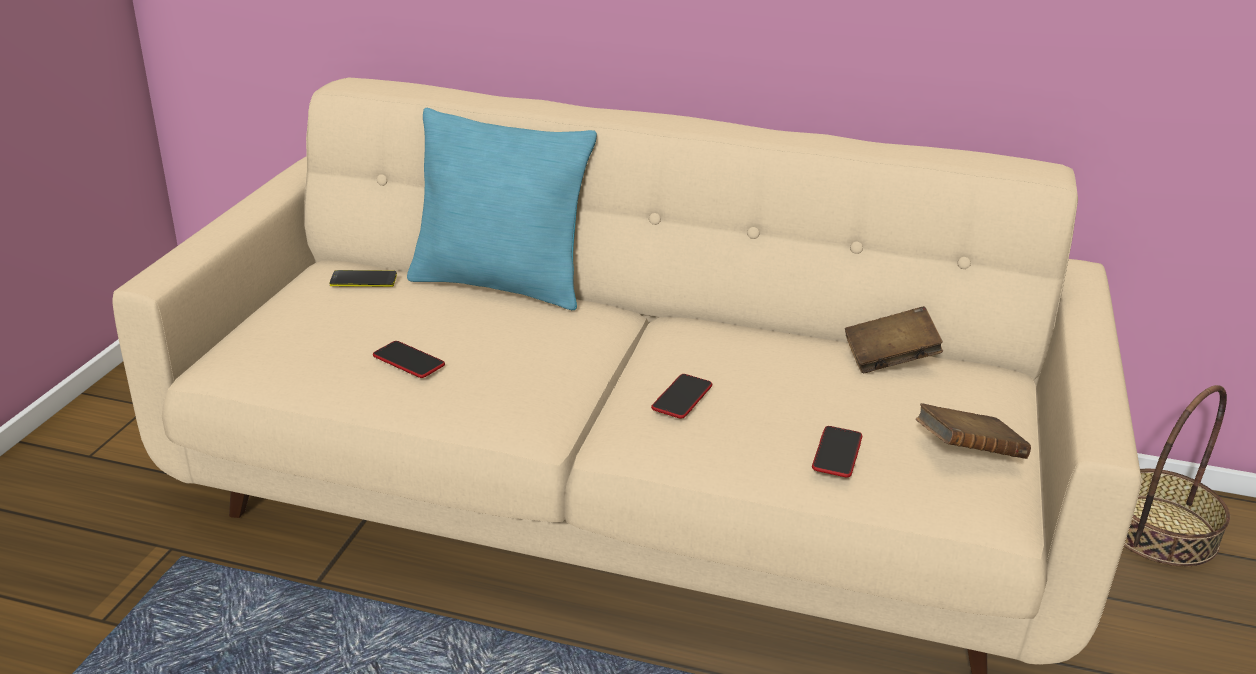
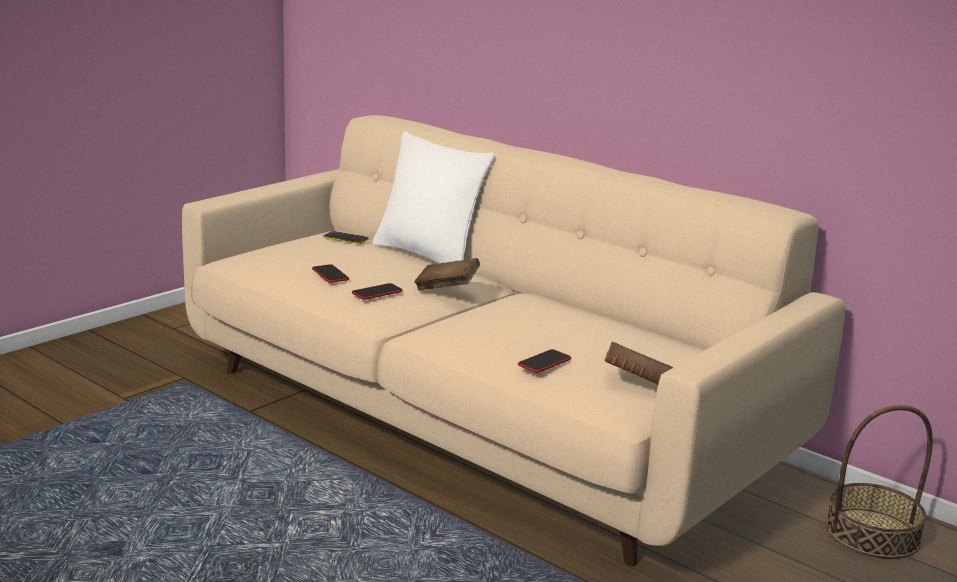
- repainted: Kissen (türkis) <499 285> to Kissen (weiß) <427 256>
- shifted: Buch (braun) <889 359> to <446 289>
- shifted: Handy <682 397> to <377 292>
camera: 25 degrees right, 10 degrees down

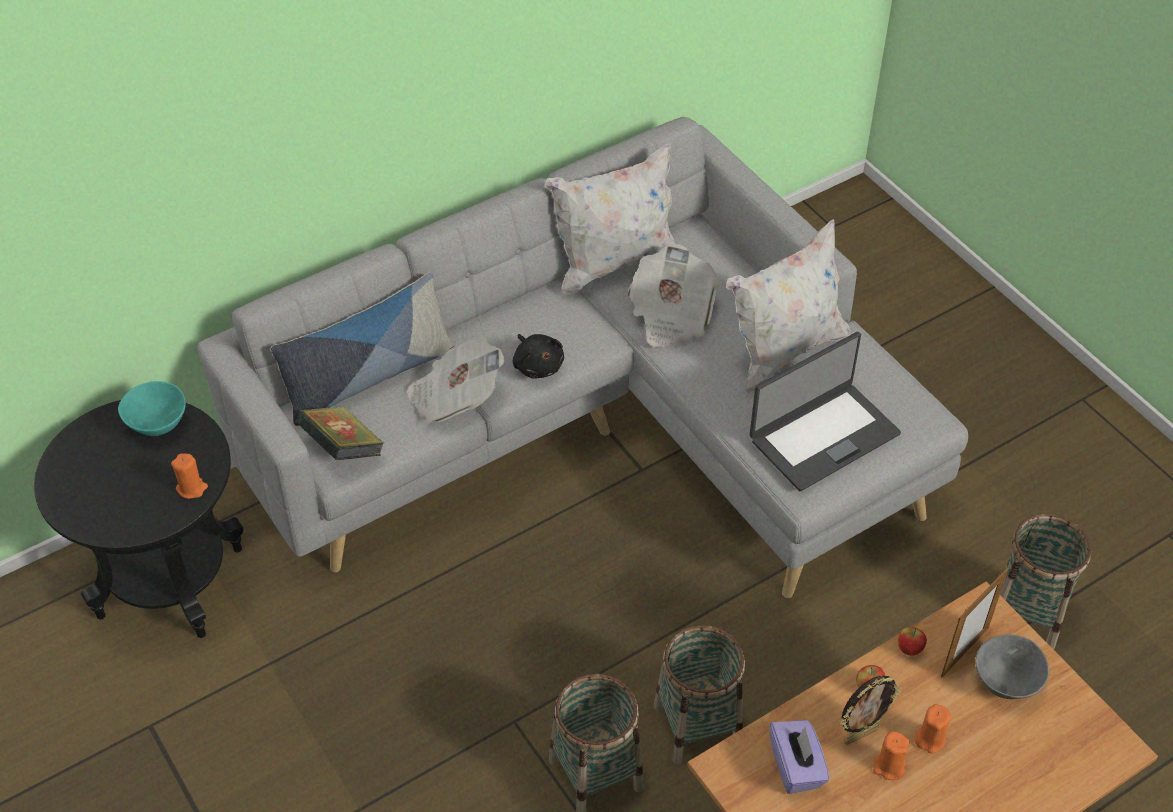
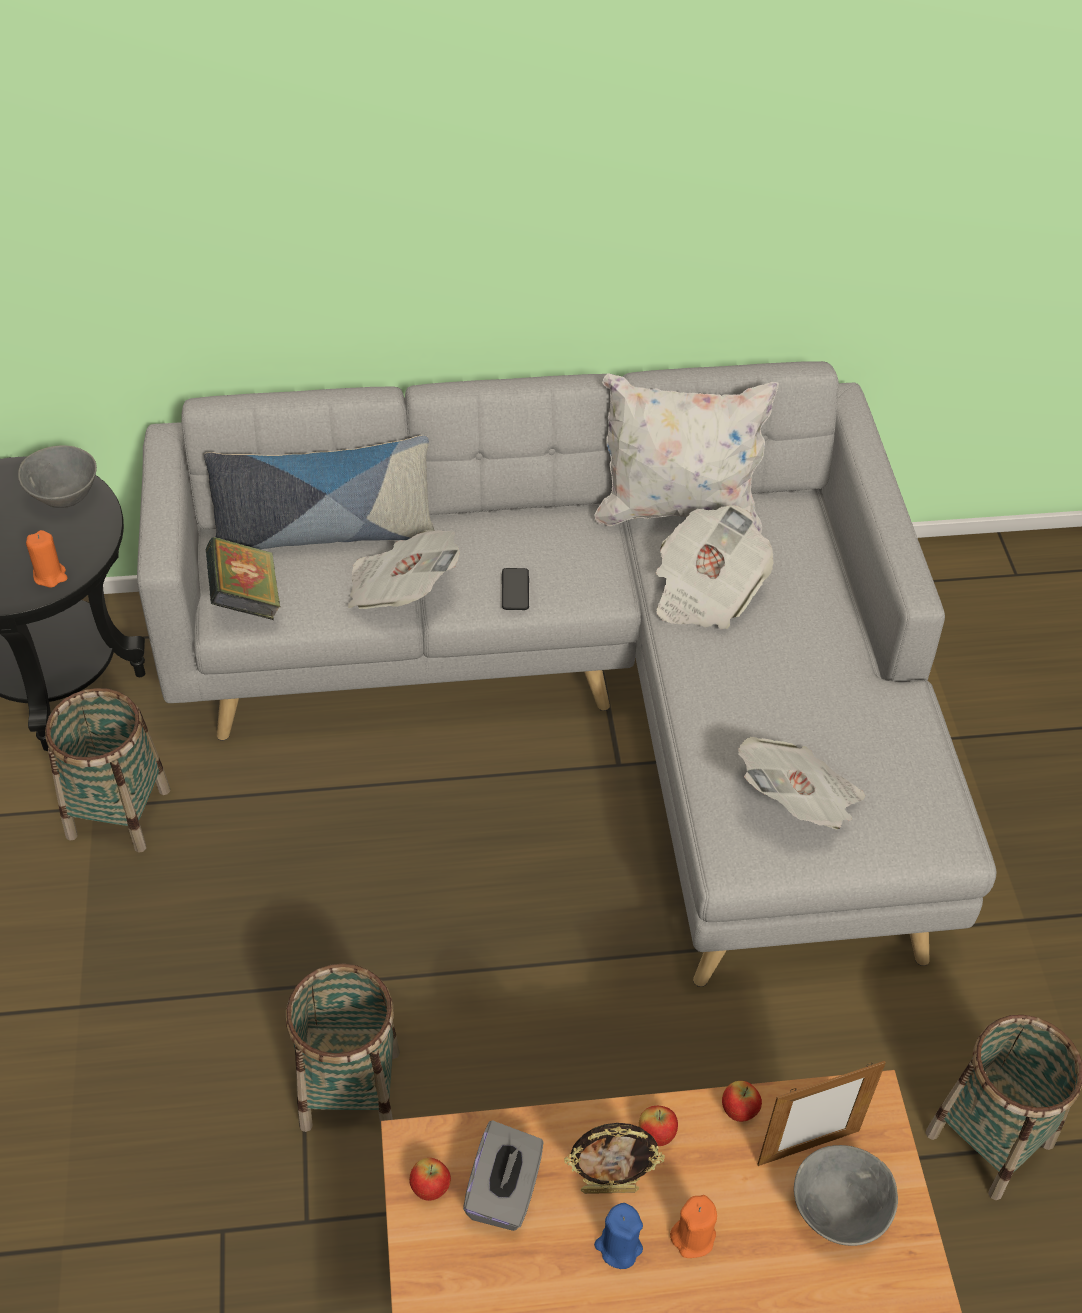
- gone: Kissen (weiß) <784 351>
- swapped: Laptop <823 436> to Zeitung <798 802>
- swapped: Plüschtier (schwarz) <538 365> to Handy <515 590>
- repainted: Schüssel (türkis) <158 426> to Schüssel (grau) <63 498>
- shifted: Korb <697 725> to <119 812>
- repainted: Taschentuchbox (lila) <796 767> to Taschentuchbox (grau) <504 1191>
- repainted: Kerze (orange) <888 766> to Kerze (blau) <618 1247>
- new: Apfel <430 1188>
camera: 25 degrees right, 0 degrees up

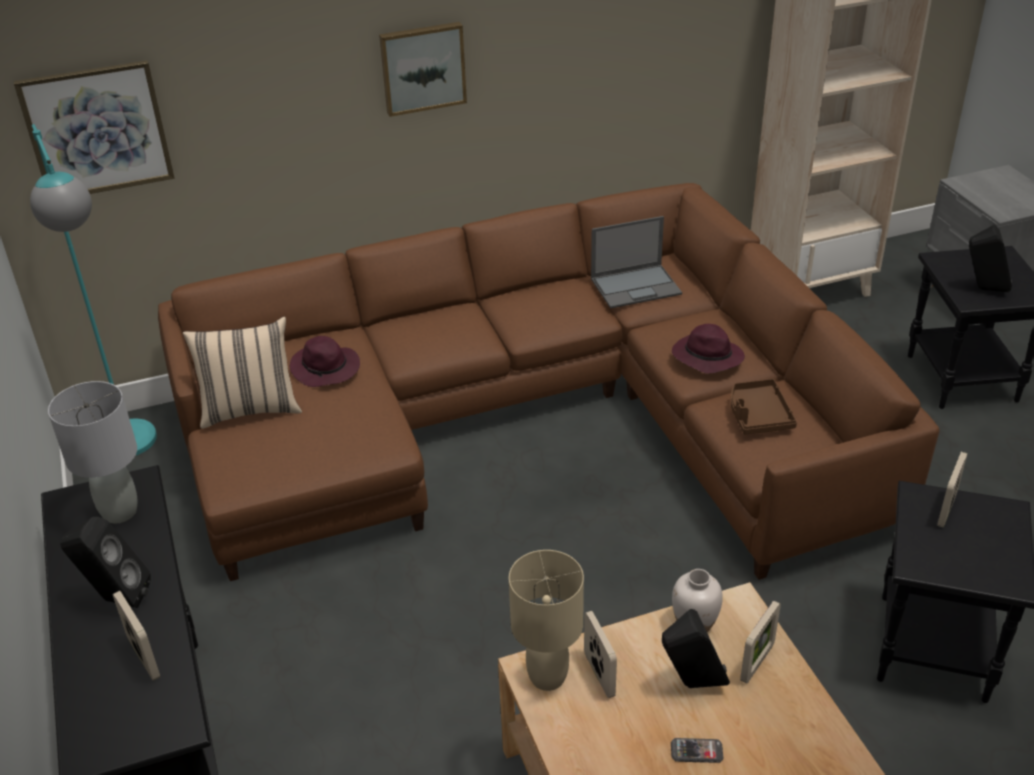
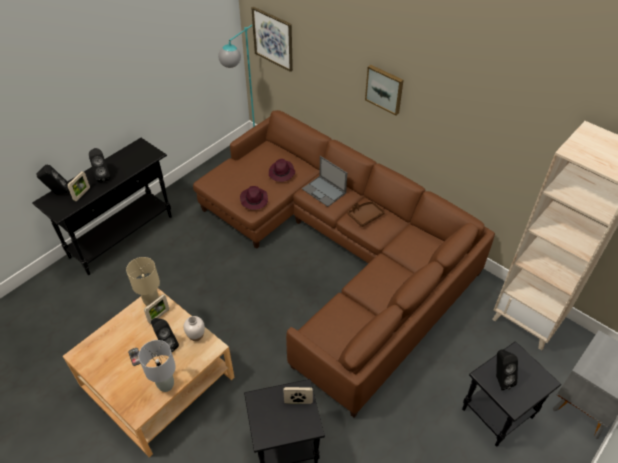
- shifted: Laptop <636 286> to <324 191>
- gone: Kissen (beige) <250 409>
- shifted: Hut (lila) <706 357> to <254 200>
- shifted: Tablett (braun) <758 415> to <365 216>
- shifted: Tischlampe (grau) <120 511> to <166 385>
- gone: Bilderrahmen <757 663>
- new: Lautsprecher (schwarz) <57 193>
camera: 60 degrees right, 10 degrees up

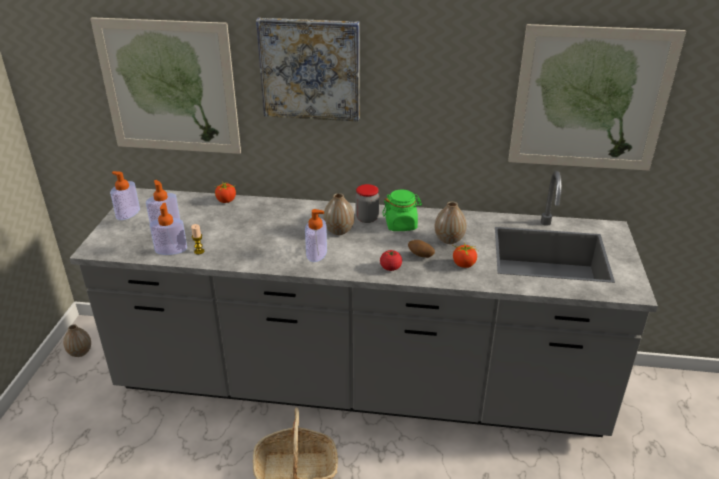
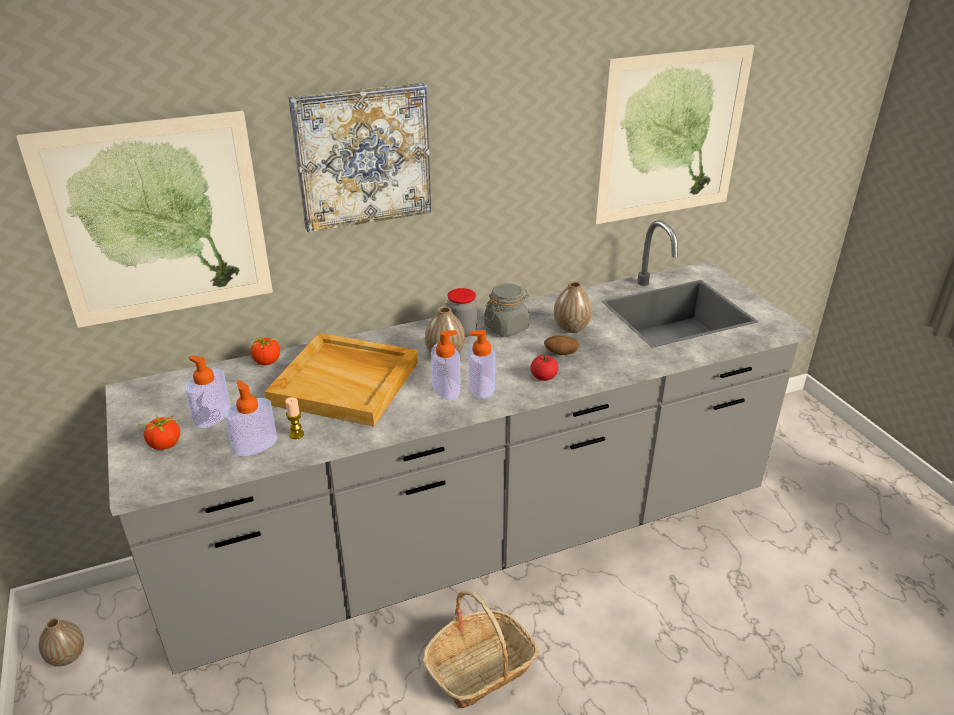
- shifted: Seifenspender <128 213> to <481 387>
- repainted: Vorratsglas (grün) <401 225> to Vorratsglas (grau) <506 327>
- shifted: Tomate <463 265> to <165 445>
- new: Tablett (beige) <346 382>
camera: 30 degrees left, 0 degrees up

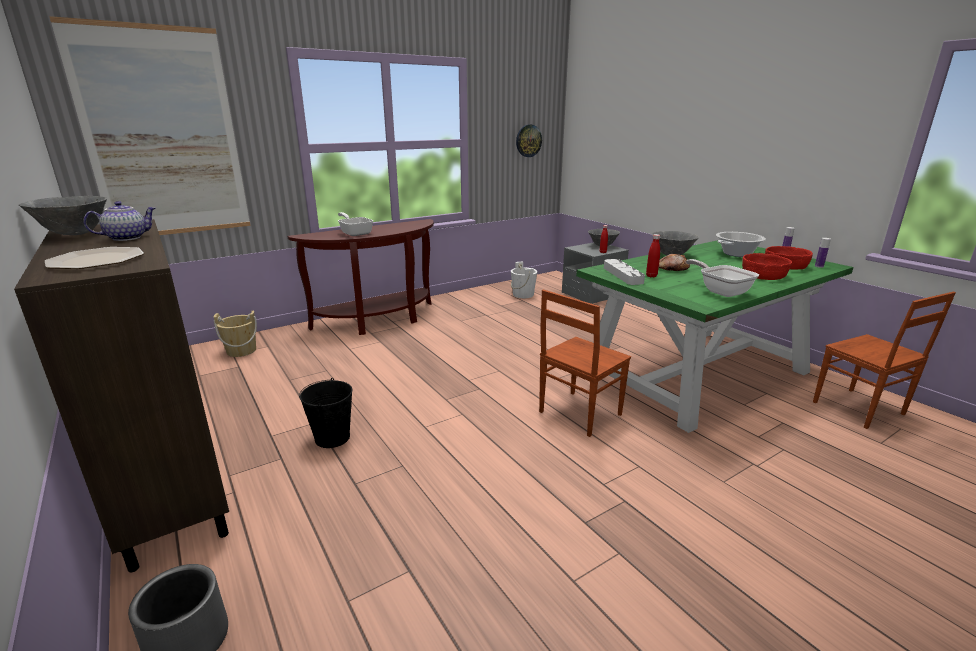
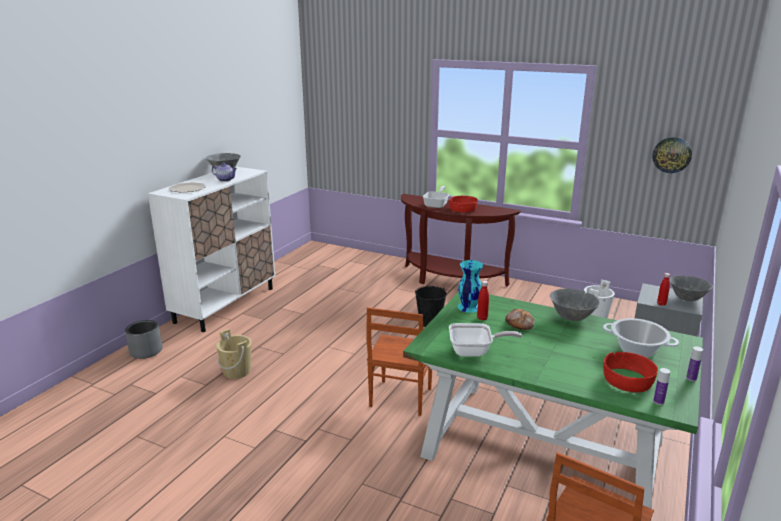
- gone: Bild <163 135>
- repainted: Schrank (braun) <171 486> to Schrank (weiß) <225 304>
- shifted: Schüssel (rot) <763 274> to <463 209>
- swapped: Tablett (grau) <622 275> to Vase (türkis) <468 307>
- rotated: Pfanne <721 291> = <475 351> 60 degrees clockwise
- rotated: Stuhl (braun) <578 413> = <399 398> 90 degrees counterclockwise
- shifted: Eimer (beige) <241 351> to <237 371>
- shifted: Eimer (schwarz) <332 437> to <430 322>
camera: 60 degrees right, 0 degrees up

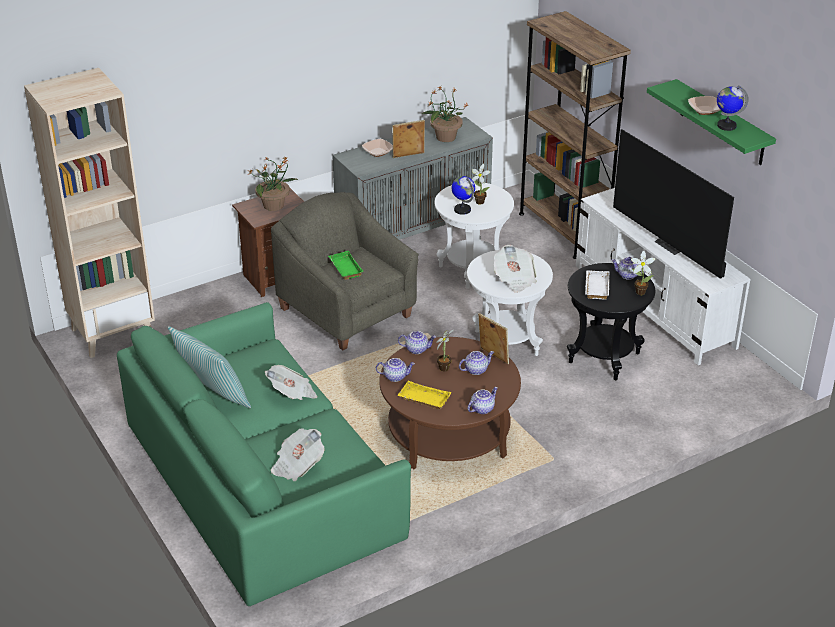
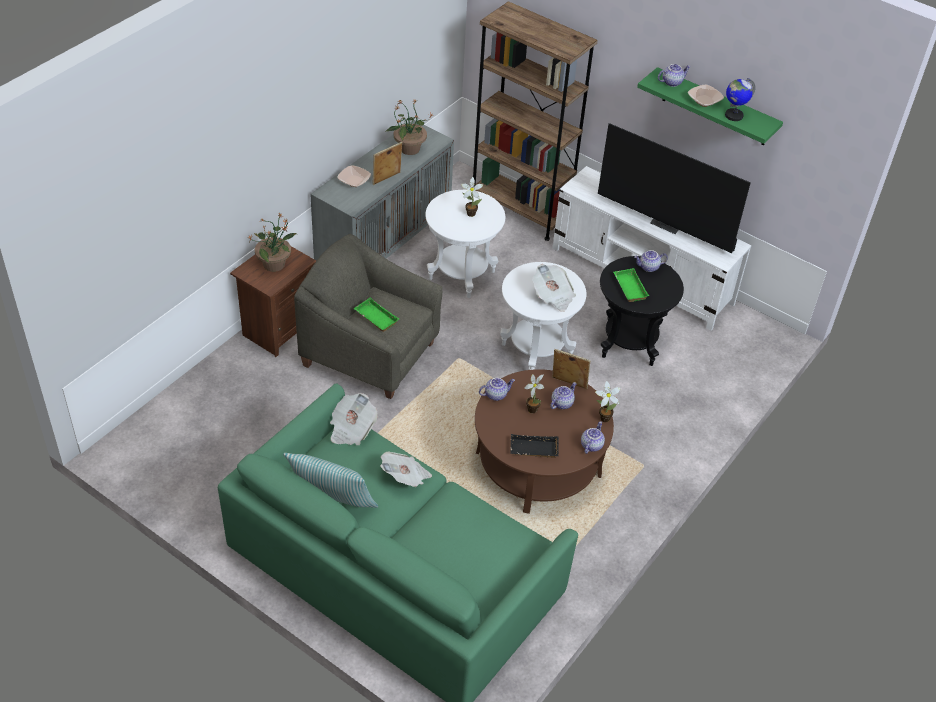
- gone: Bücherregal (beige) <113 332>
- gone: Globus <462 210>
- shifted: Topfpflanze <639 291> to <603 418>
- repainted: Tablett (weiß) <595 287> to Tablett (grün) <628 287>
- shifted: Teekanne <395 376> to <672 82>
- repainted: Tablett (gelb) <423 399> to Tablett (schwarz) <533 450>
- shifted: Zeitung <297 465> to <351 429>
camera: 25 degrees left, 10 degrees up

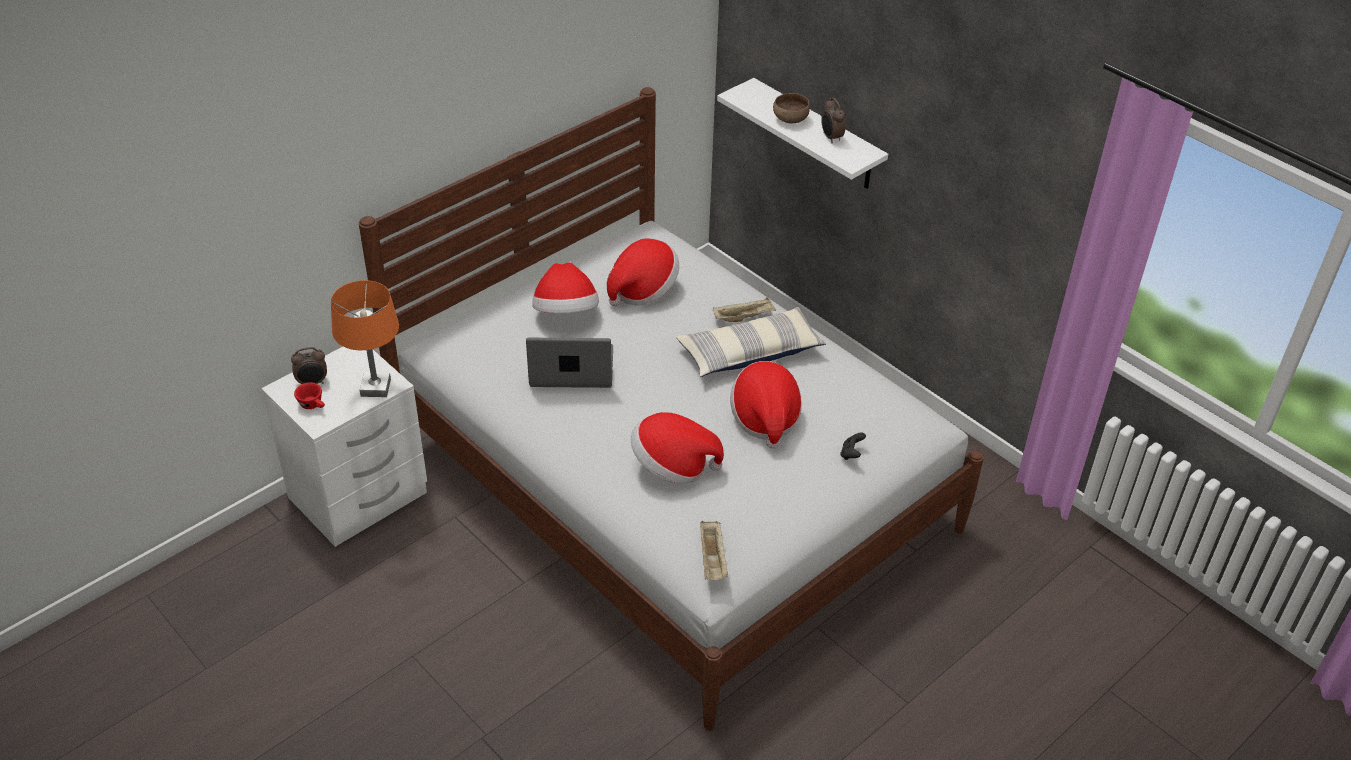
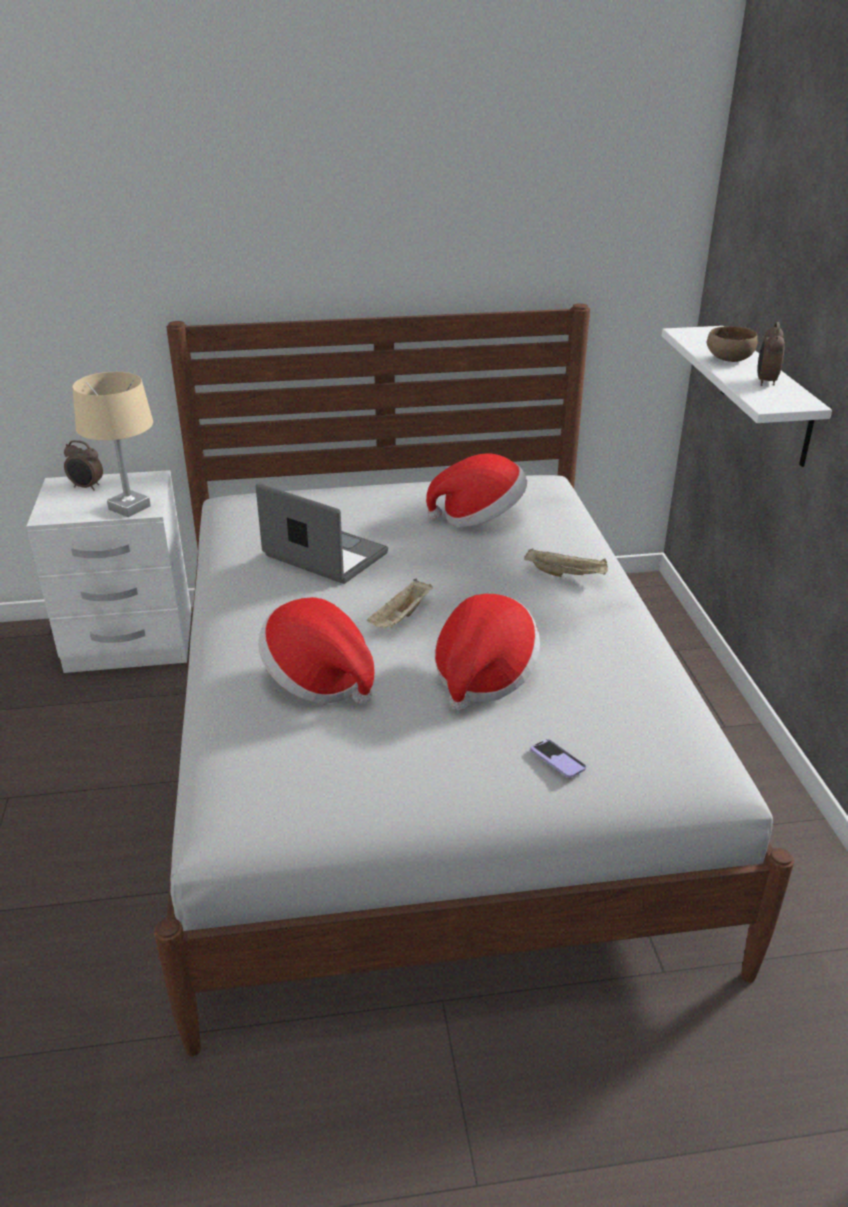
- gone: Hut <566 313>
- repainted: Tischlampe (orange) <376 388> to Tischlampe (beige) <130 508>
- gone: Kissen <750 352>
- gone: Tasse (rot) <313 405>
- swapped: Gamepad (schwarz) <851 454> to Handy <557 760>
- shifted: Tablett (beige) <713 559> to <401 618>
camera: 35 degrees right, 10 degrees down

